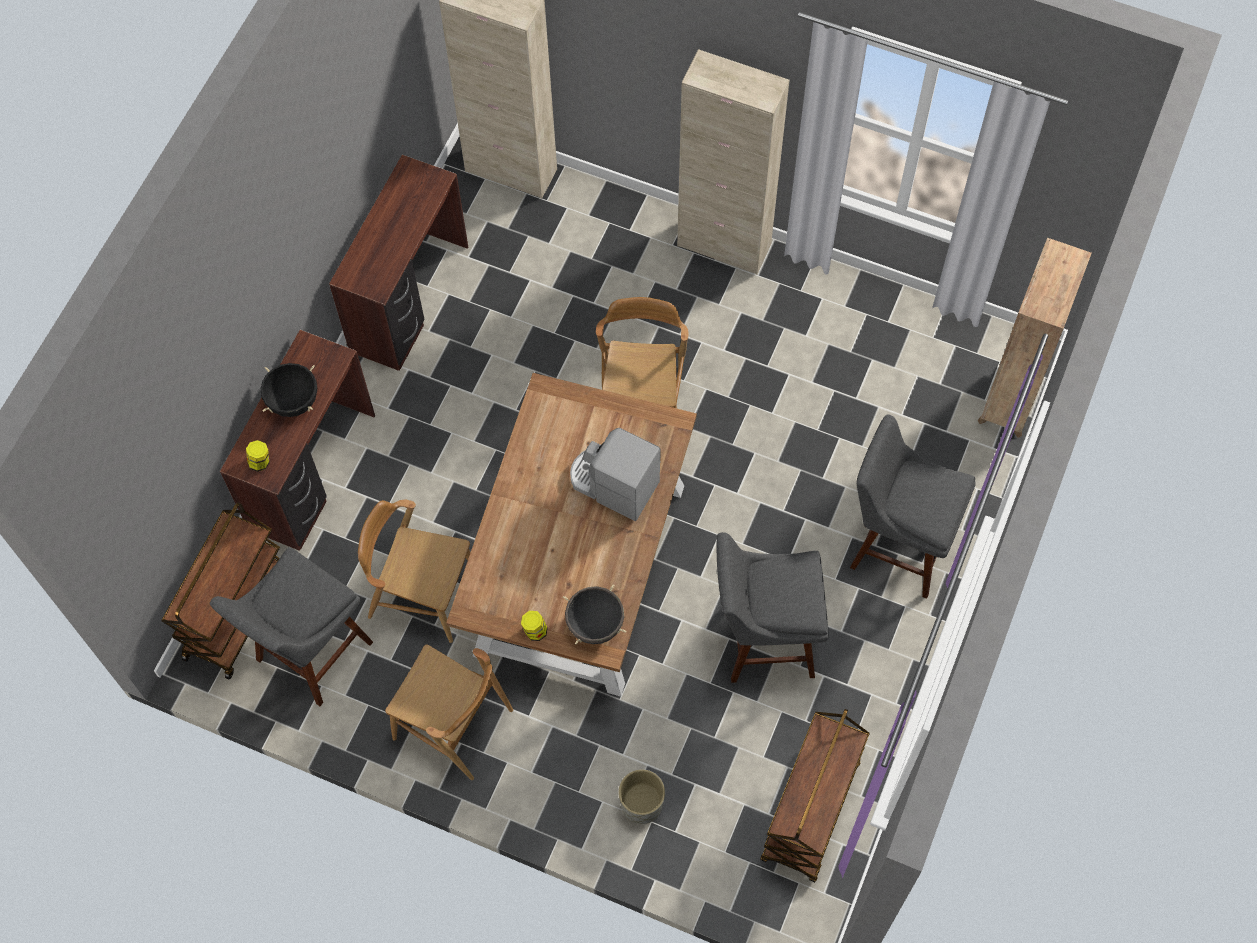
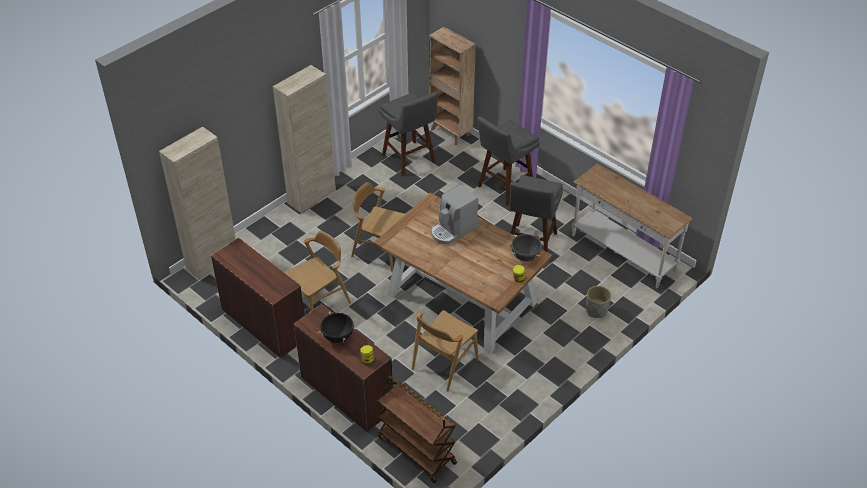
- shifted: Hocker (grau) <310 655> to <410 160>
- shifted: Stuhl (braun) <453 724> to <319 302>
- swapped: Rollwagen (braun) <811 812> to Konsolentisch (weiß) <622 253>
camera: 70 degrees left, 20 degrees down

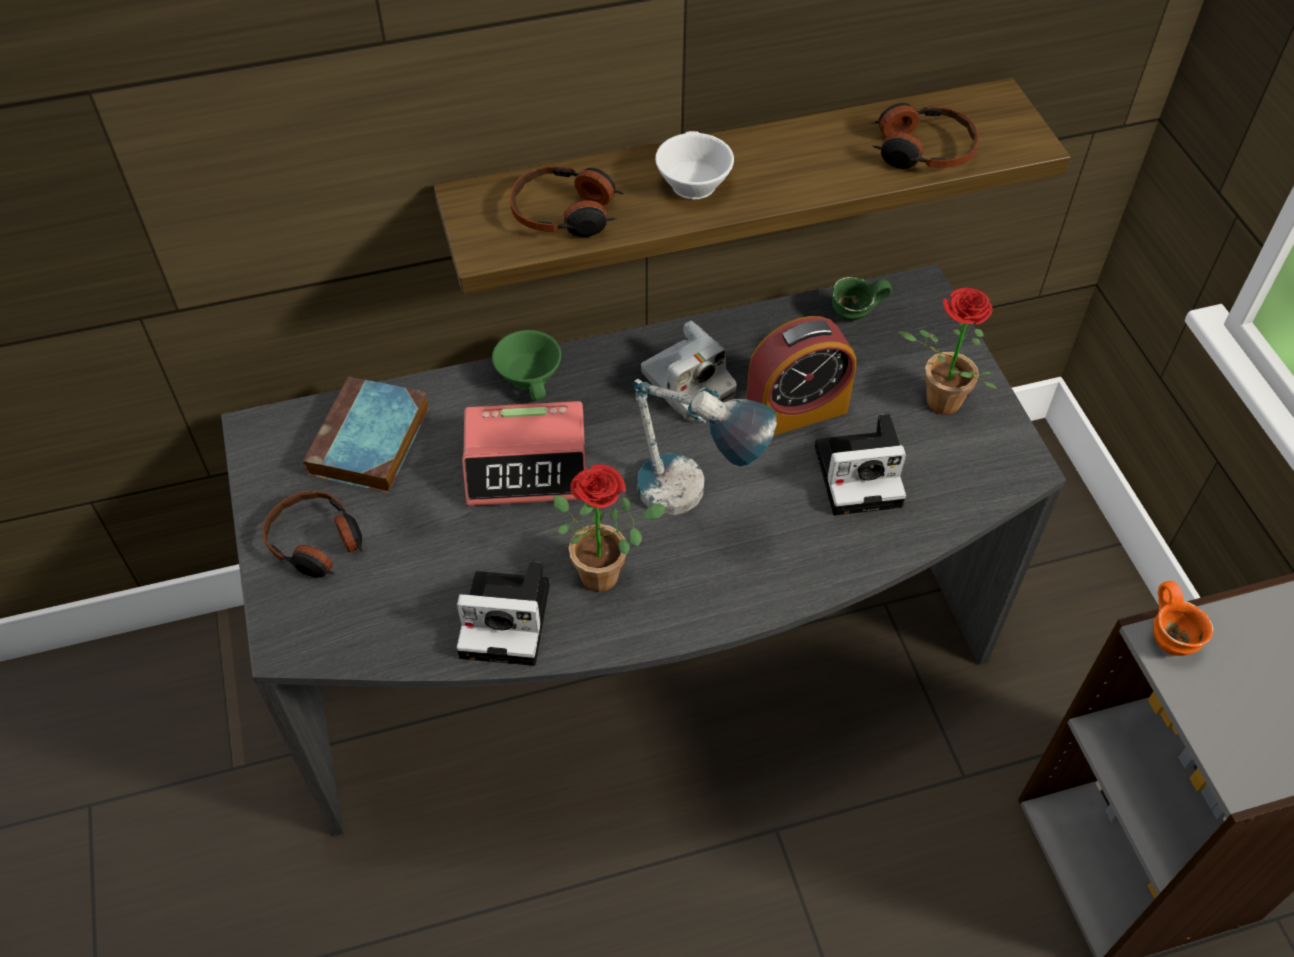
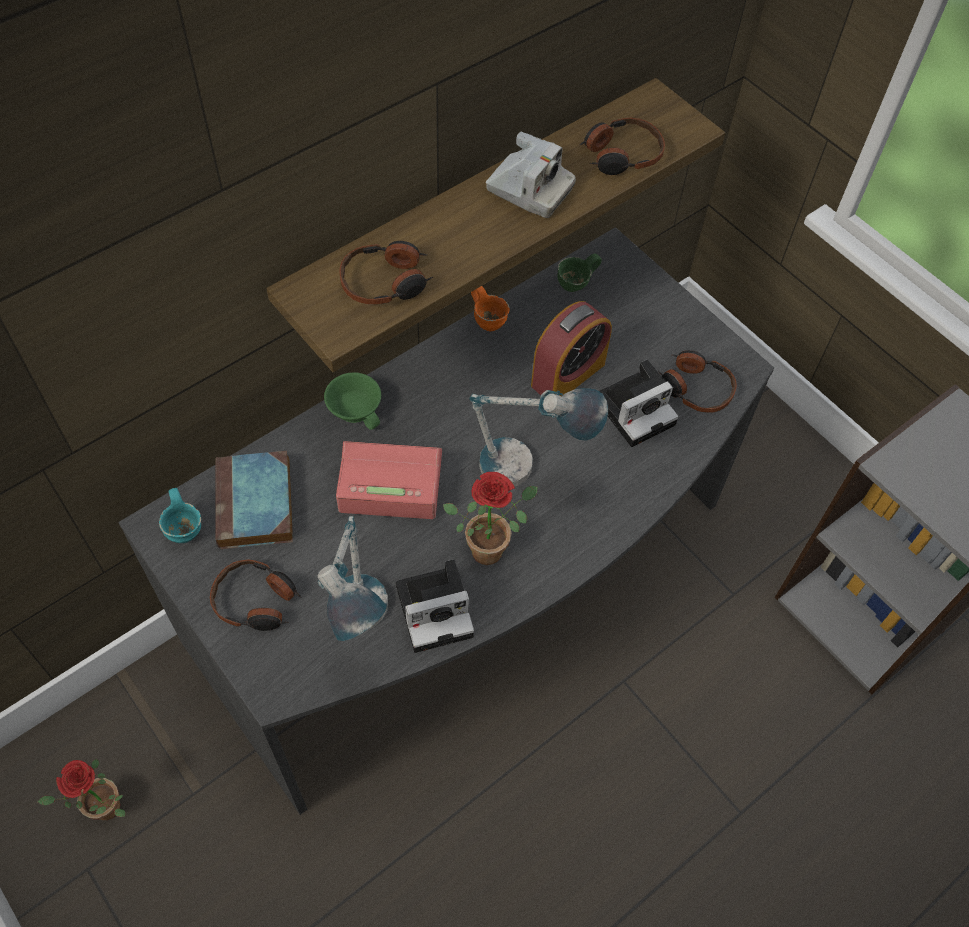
- gone: Tasse (weiß) <690 182>
- shifted: Topfpflanze <936 403> to <101 811>
- shifted: Kamera <687 385> to <529 190>
- rotated: Wecker <527 465> = <390 482> 150 degrees counterclockwise
- shifted: Henkelbecher (orange) <1171 638> to <489 321>
- new: Kopfhörer <695 388>
- new: Henkelbecher (türkis) <186 529>
- new: Tischlampe <361 628>
camera: 25 degrees left, 5 degrees up

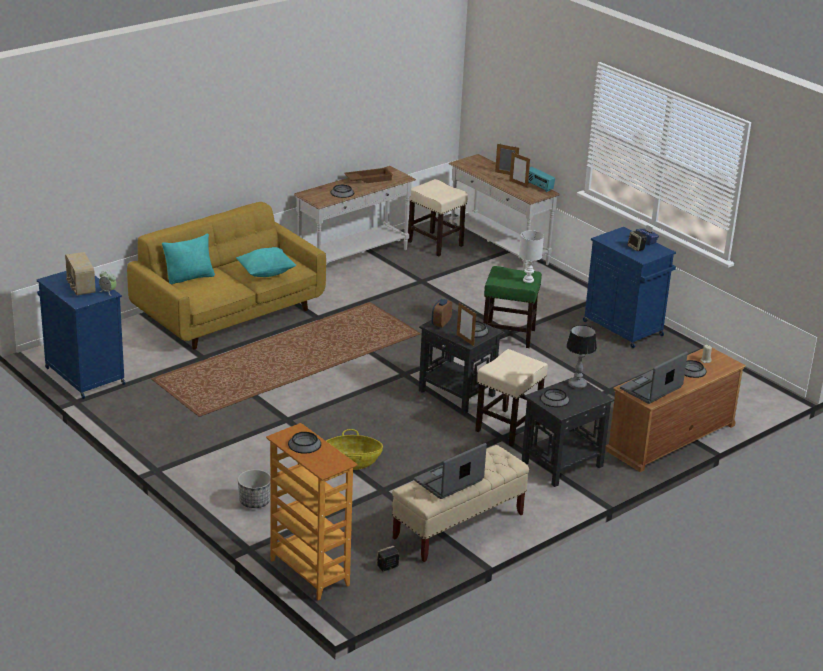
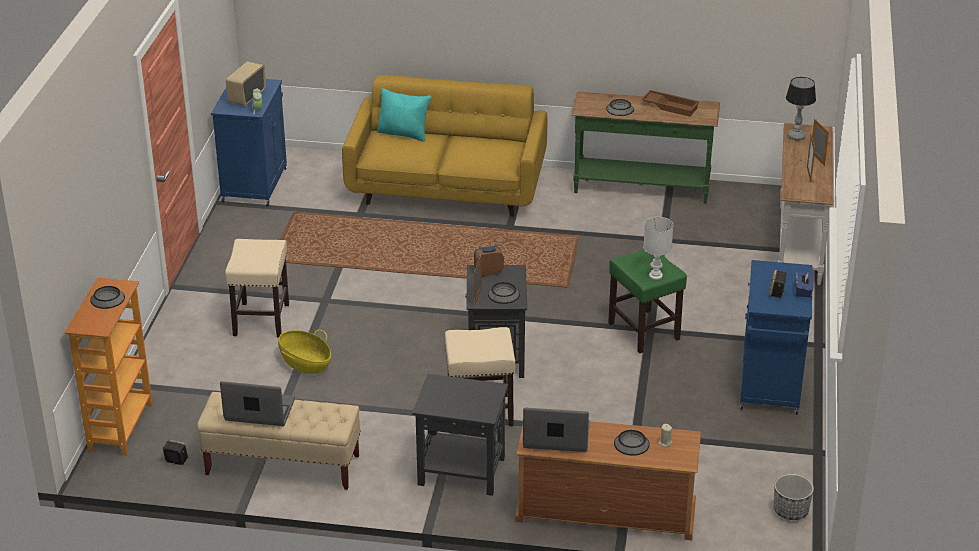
- repainted: Konsolentisch (weiß) <353 258> to Konsolentisch (grün) <641 189>
- gone: Radio <538 187>
- shifted: Hocker (beige) <434 243> to <261 319>
- gone: Kissen (türkis) <266 273>
- shifted: Tischlampe <577 384> to <797 136>
- gone: Schüssel <554 399>
- shifted: Pflanzkübel <255 502> to <791 511>
camera: 50 degrees right, 5 degrees up

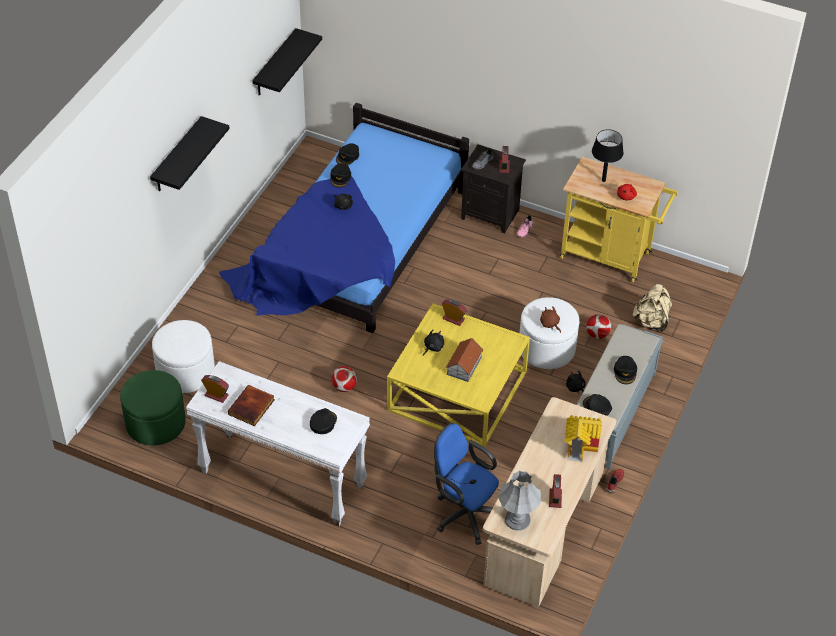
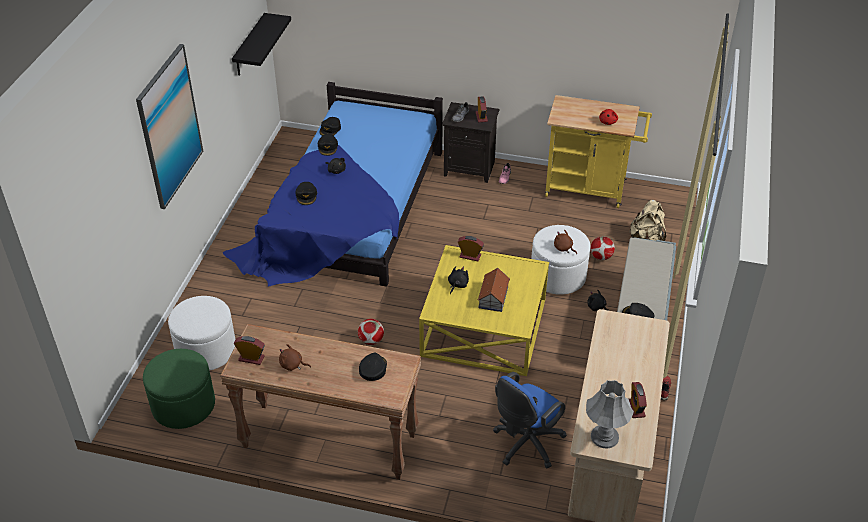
- swapped: Wandregal (schwarz) <177 156> to Bild <169 126>
- gone: Tischlampe (schwarz) <603 180>
- shifted: Kappe (schwarz) <625 372> to <306 196>
- repainted: Konsolentisch (weiß) <281 480> to Konsolentisch (braun) <328 442>
- swapped: Buch <252 407> to Plüschtier (braun) <292 365>
- gone: Spielzeughaus <580 446>
- rotated: Bürostuhl (blau) <464 513> = <525 444> 75 degrees counterclockwise
camera: 10 degrees left, 5 degrees down

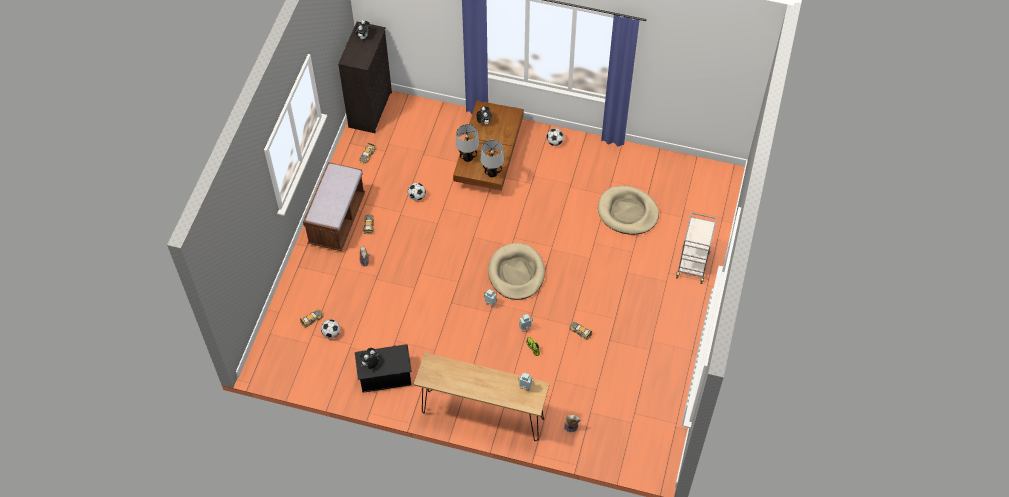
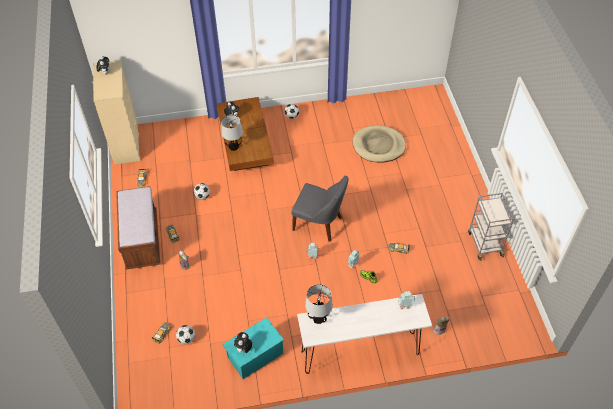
- repainted: Kommode (schwarz) <371 109> to Kommode (beige) <127 144>
- shifted: Tischlampe <492 173> to <319 319>
- shifted: Rollwagen (grau) <692 264> to <484 243>
- swapped: Hundebett (beige) <516 273> to Stuhl (grau) <319 224>
- repainted: Aufbewahrungsbox (schwarz) <384 375> to Aufbewahrungsbox (türkis) <254 355>
- repainted: Konsolentisch (braun) <482 415> to Konsolentisch (weiß) <360 353>
camera: 25 degrees left, 5 degrees down

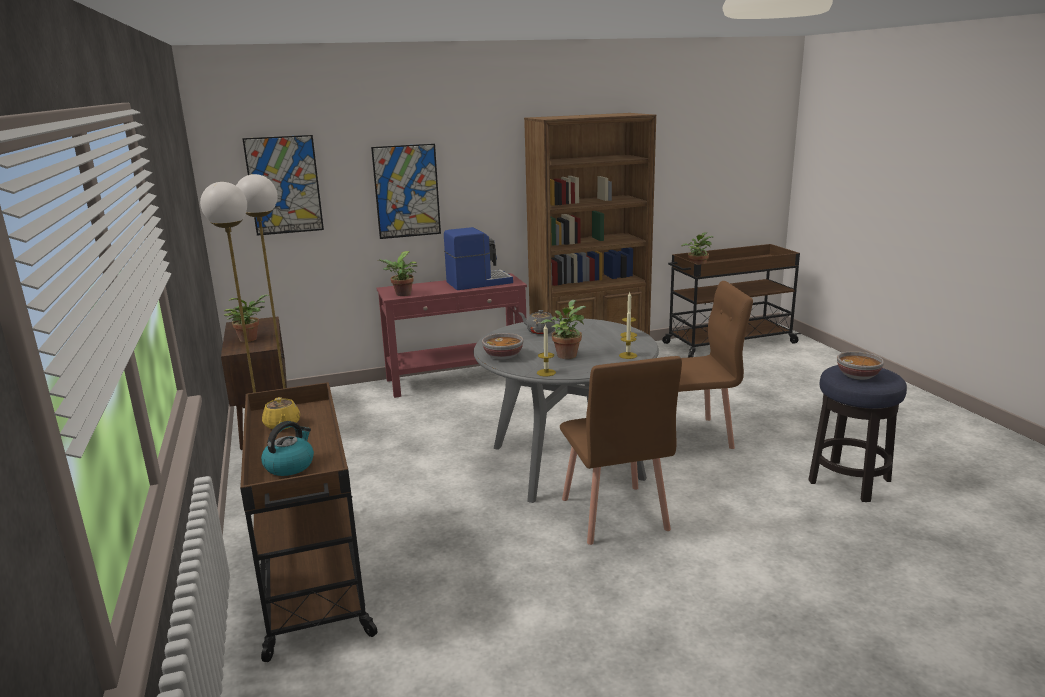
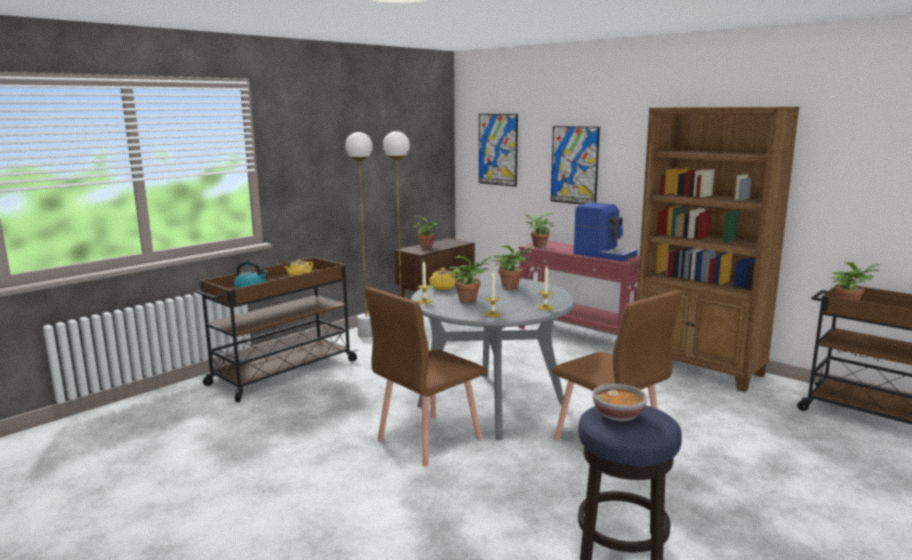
- swapped: Teekanne (grau) <540 331> to Topfpflanze <511 286>
- swapped: Schüssel <503 356> to Teekanne (gelb) <443 287>
camera: 60 degrees right, 5 degrees down

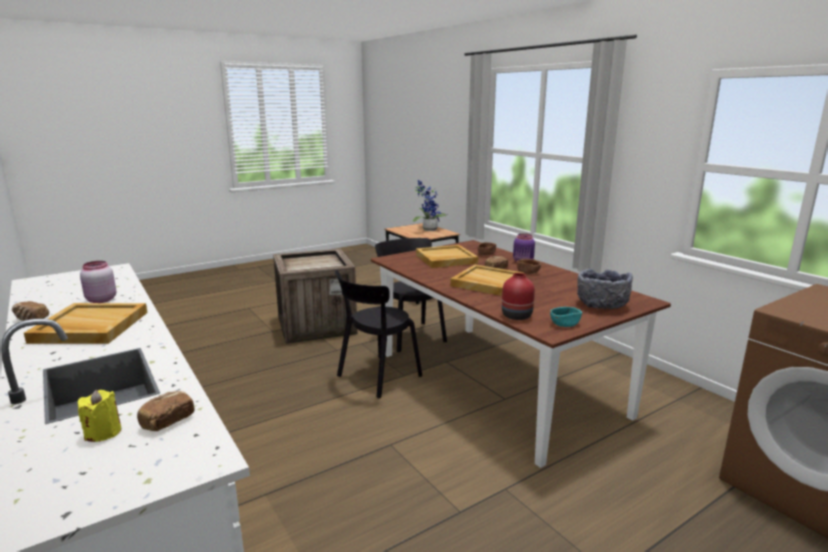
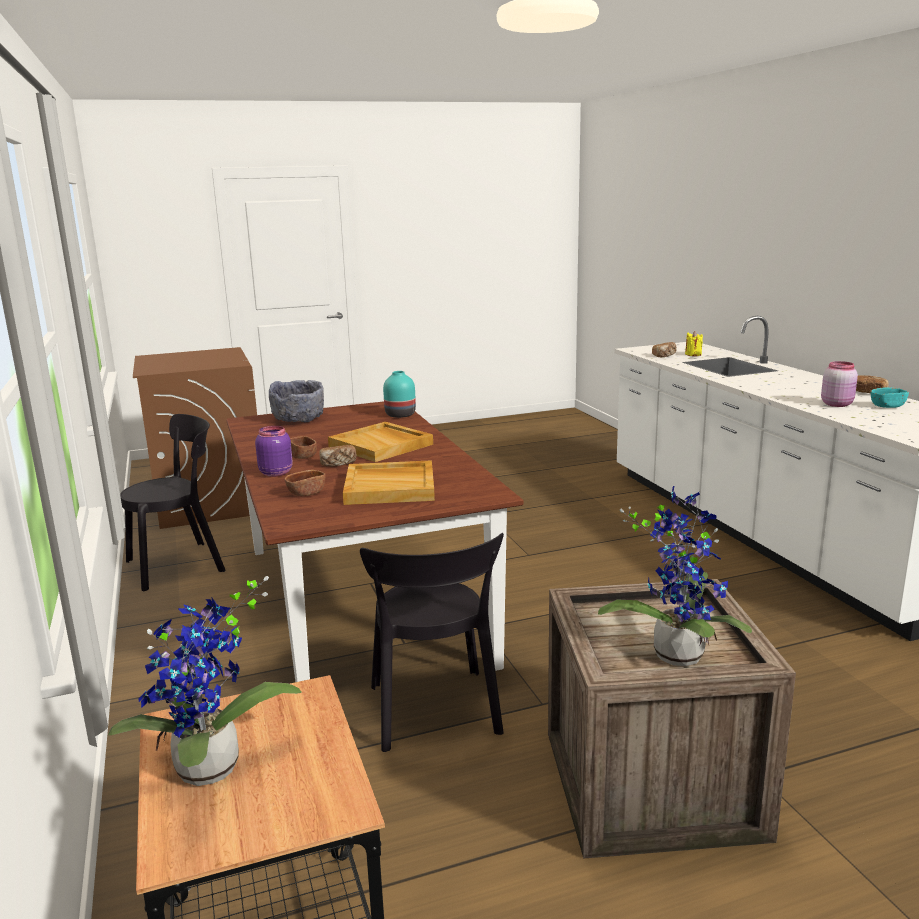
- shifted: Stuhl (schwarz) <376 377> to <180 564>
- repainted: Vase (rot) <516 315> to Vase (türkis) <400 415>
- gone: Tablett (beige) <89 327>
- shifted: Schüssel (türkis) <564 324> to <887 406>
- new: Topfpflanze <677 651>
camera: 165 degrees left, 0 degrees up

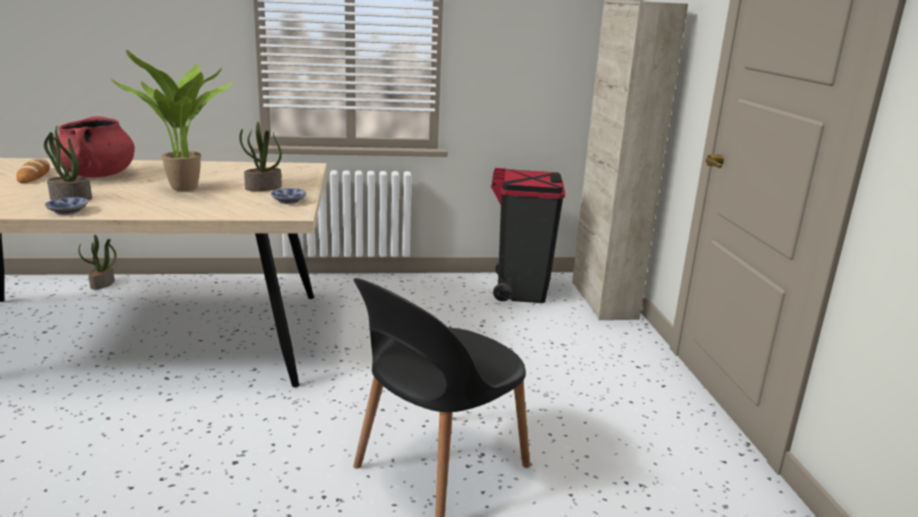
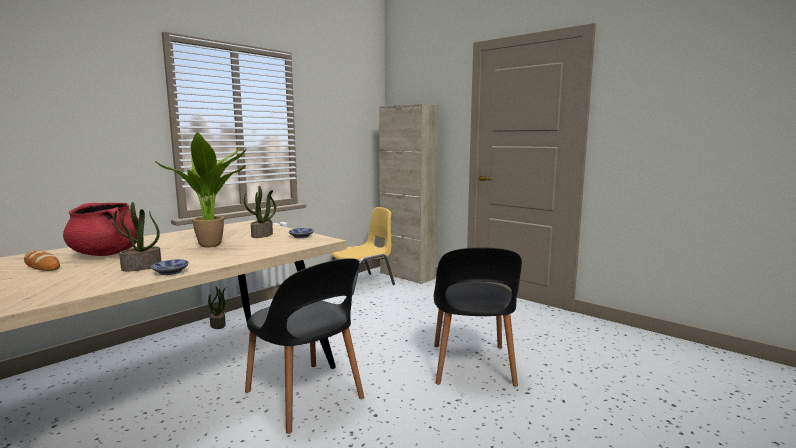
- swapped: Mülleimer (schwarz) <520 290> to Stuhl (gelb) <362 283>
- shifted: Topfpflanze <102 284> to <218 325>
- new: Stuhl (schwarz) <305 396>
camera: 40 degrees left, 10 degrees down

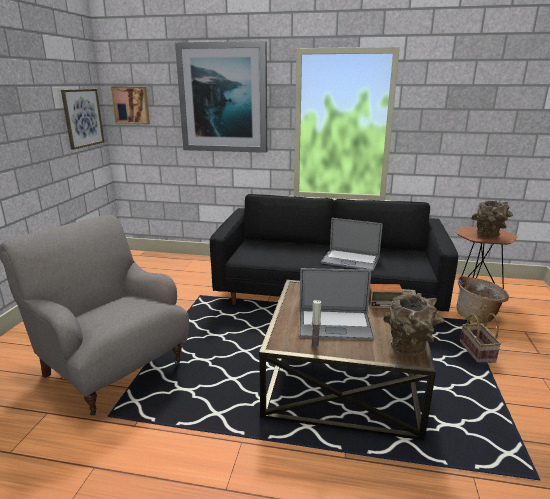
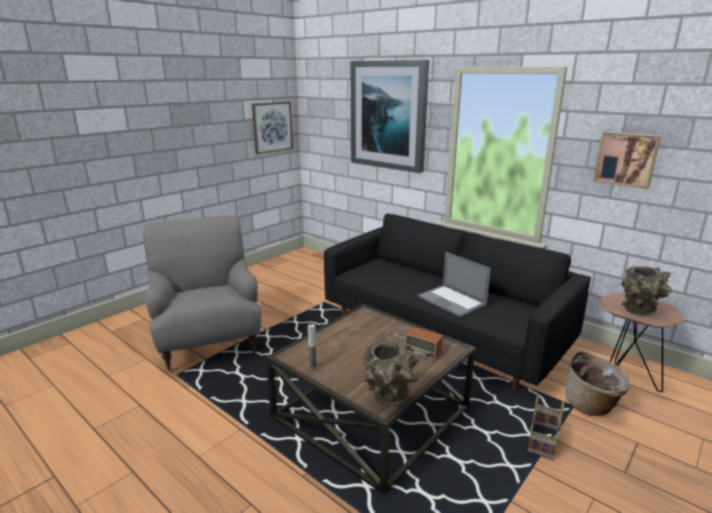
- shifted: Bild <131 105> to <626 159>
- gone: Laptop <334 325>
camera: 30 degrees right, 0 degrees up

